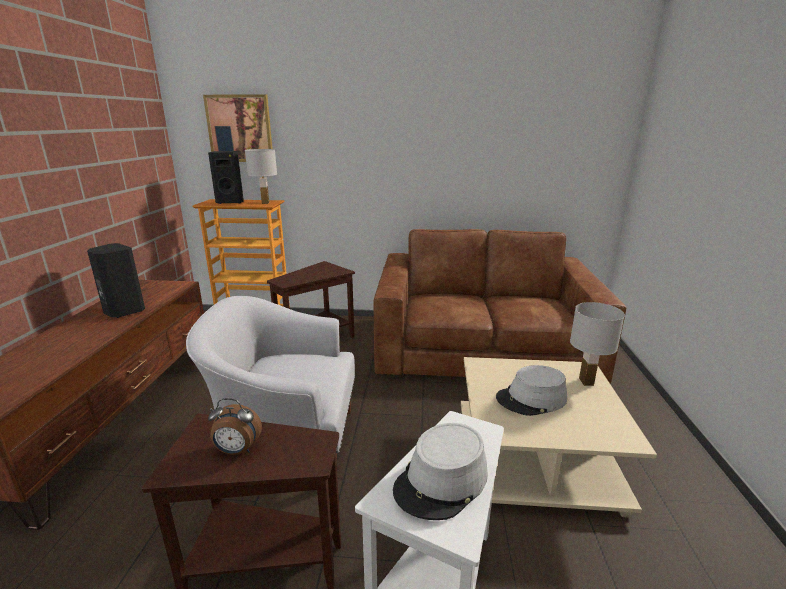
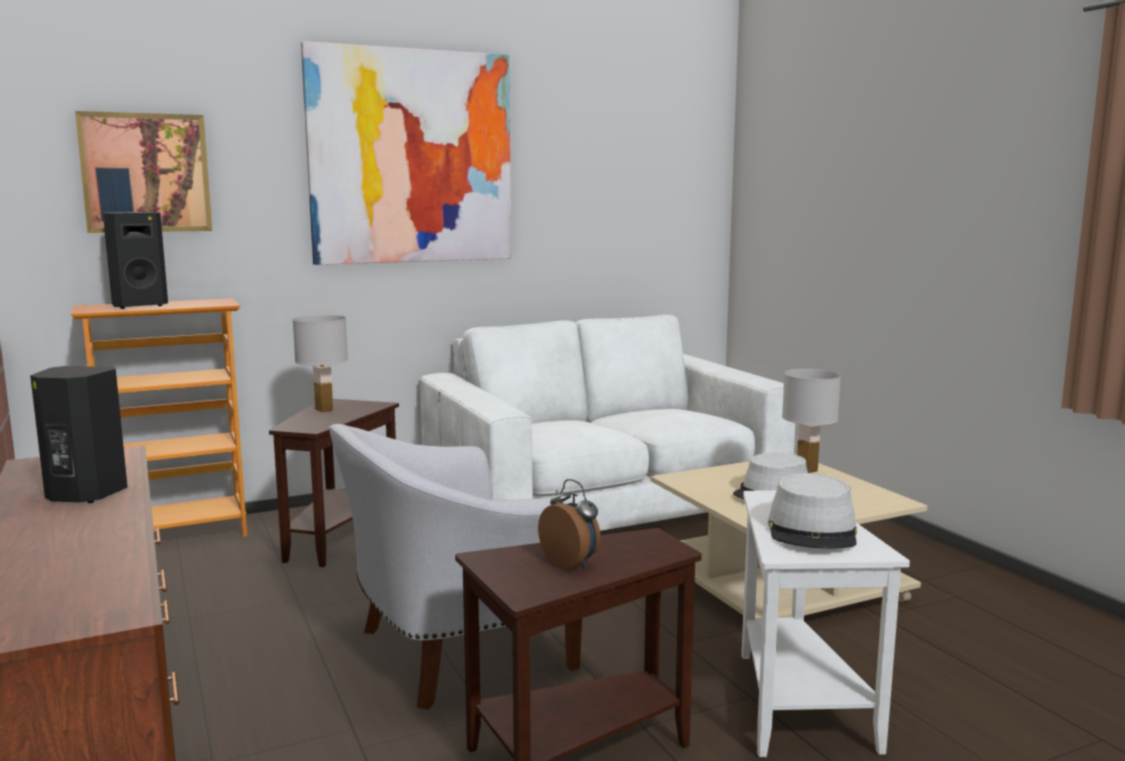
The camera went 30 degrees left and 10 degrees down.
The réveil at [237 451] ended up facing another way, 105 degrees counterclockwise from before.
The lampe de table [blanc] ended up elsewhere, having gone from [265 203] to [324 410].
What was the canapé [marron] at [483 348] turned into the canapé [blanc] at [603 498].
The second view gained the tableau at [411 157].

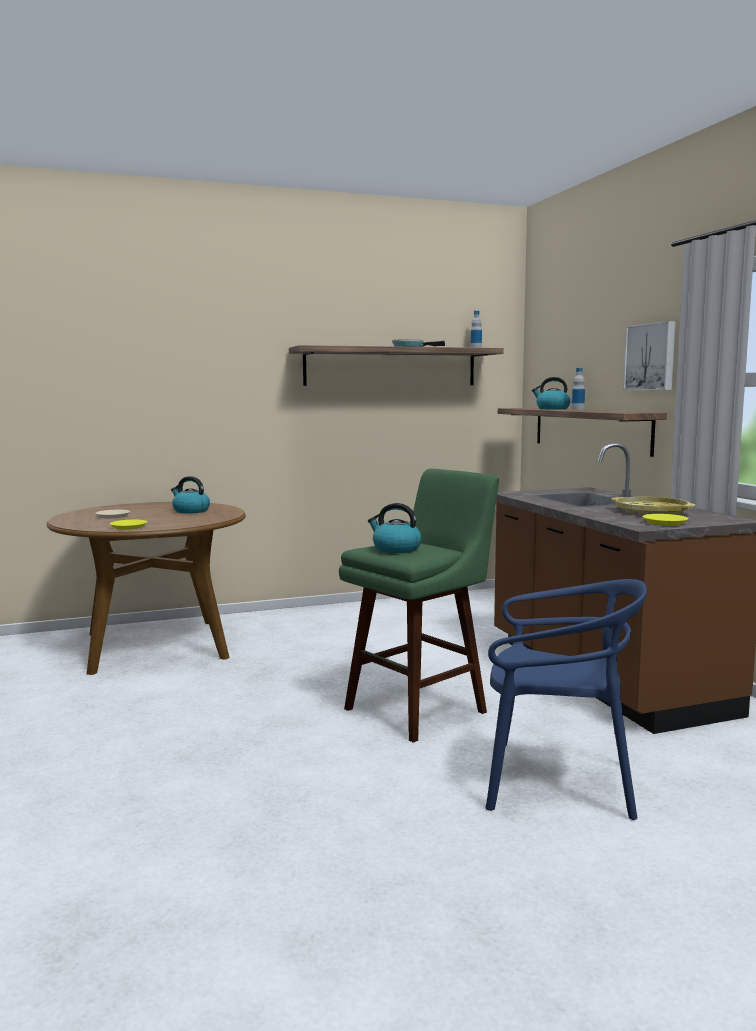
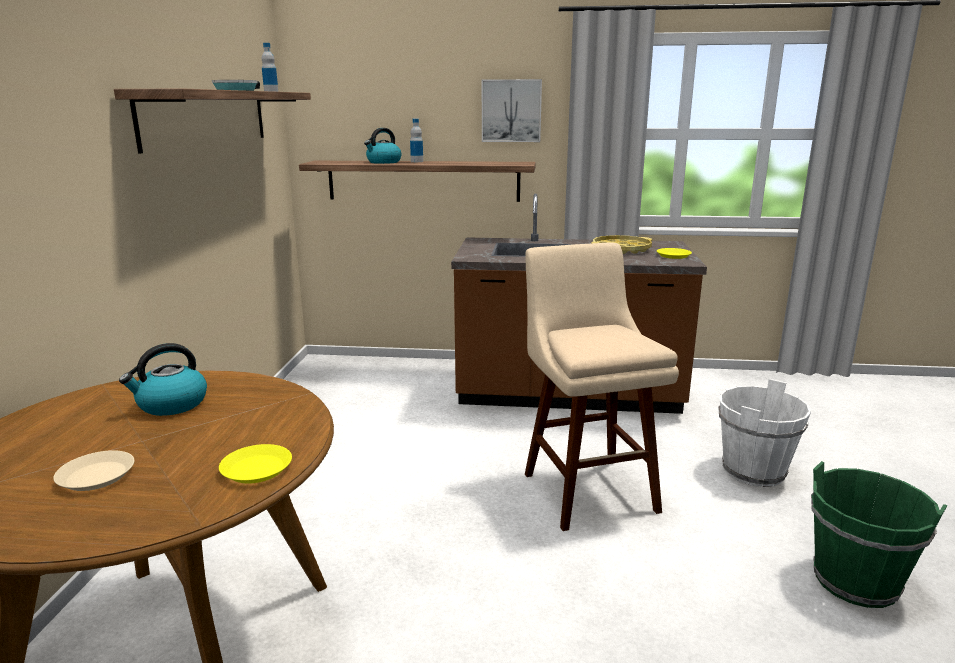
The camera went 65 degrees left and 10 degrees up.
What was the tabouret [vert] at [420 708] turned into the tabouret [beige] at [586 488].
The second view lost the bouilloire at [395 549].
Where the chaise [bleu] stood at [558 782], the seau [blanc] came to stand at [754 471].
The second view gained the seau [vert] at [855 582].

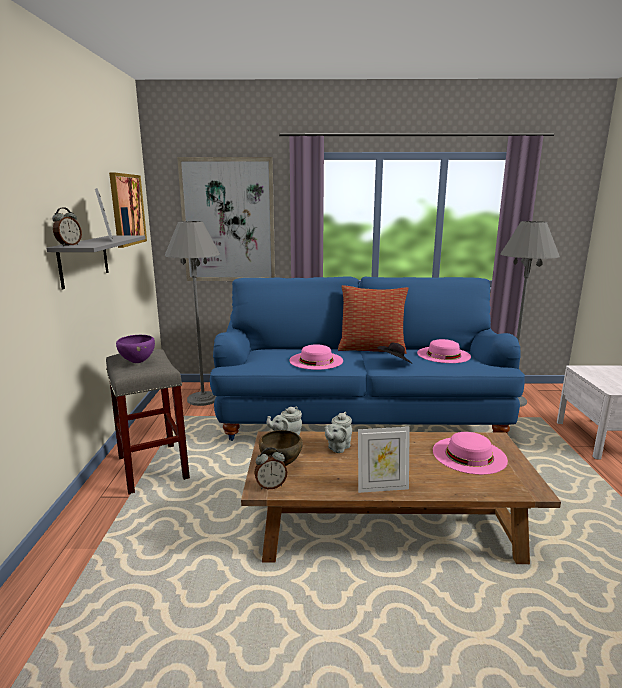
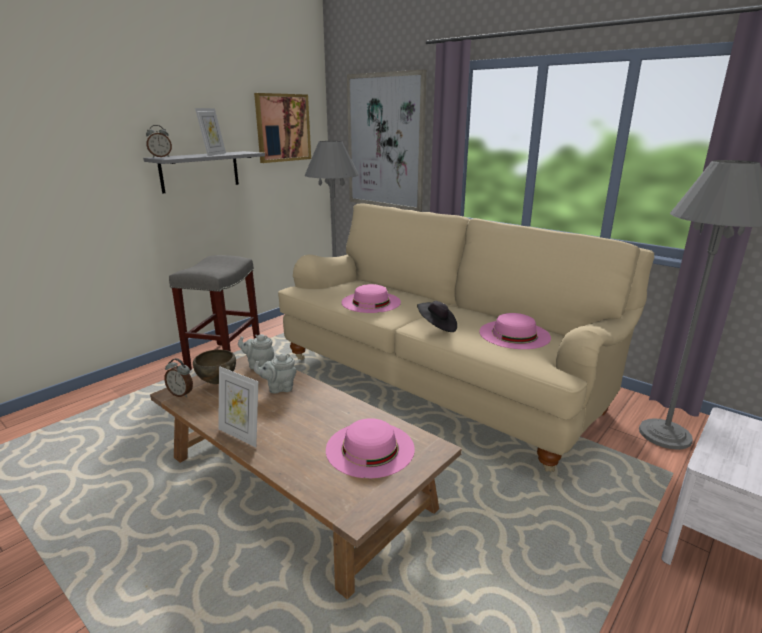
The camera went 40 degrees right and 5 degrees up.
The second view lost the bol [violet] at [138 362].
What was the canapé [bleu] at [359 416] turned into the canapé [beige] at [440 380].
The second view lost the coussin at [372 349].

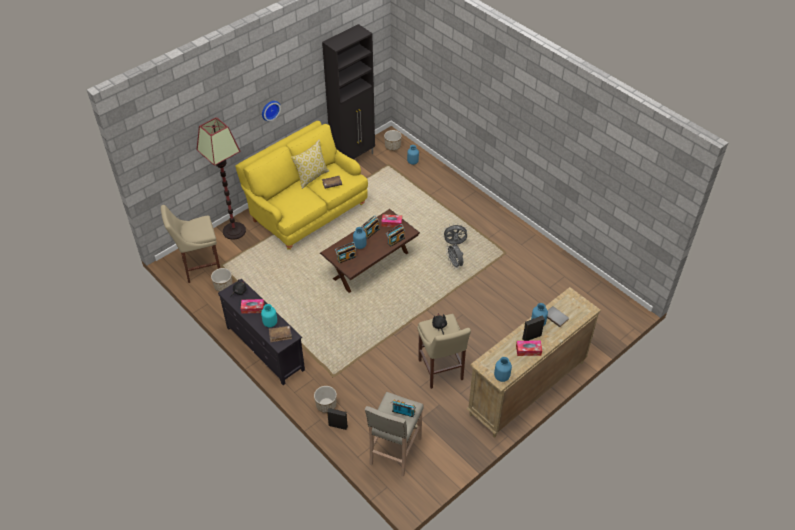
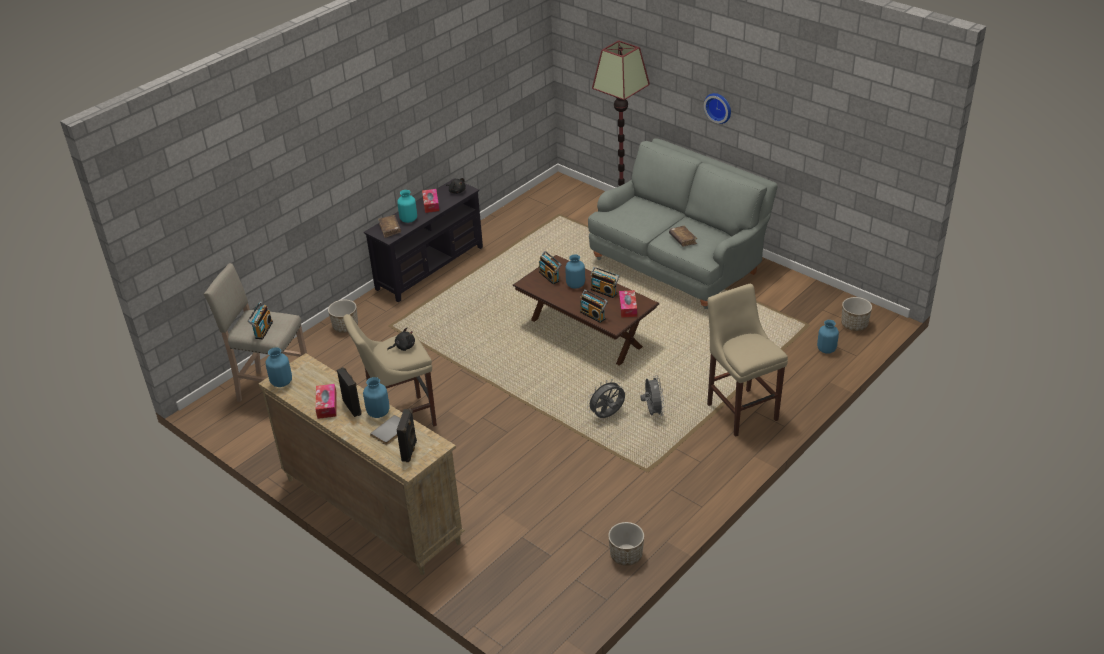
The camera went 85 degrees right and 10 degrees down.
The tabouret [beige] ended up elsewhere, having gone from [199 268] to [740 410].
The cache-pot ended up elsewhere, having gone from [223 286] to [626 555].
What was the canapé [jaune] at [306 210] turned into the canapé [gris] at [679 263].
The second view lost the coussin at [312 177].
The second view lost the meuble de rangement [noir] at [353 158].
The enceinte [noir] ended up elsewhere, having gone from [338 425] to [410 451].

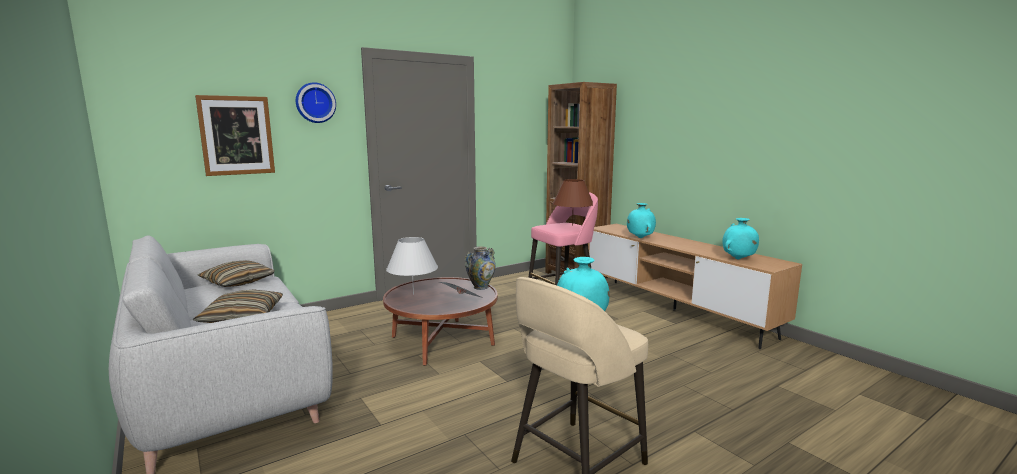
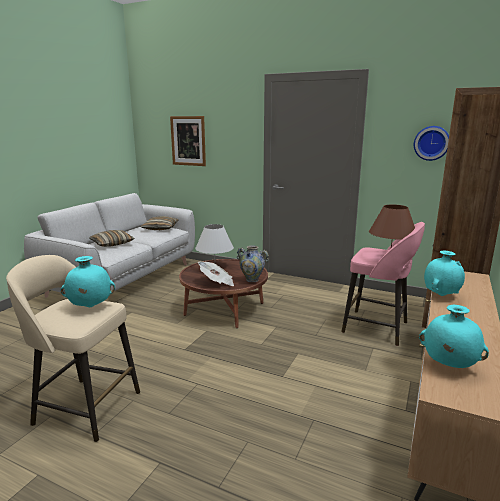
The camera went 60 degrees right and 5 degrees up.
The horloge murale ended up elsewhere, having gone from [315 103] to [431 143].

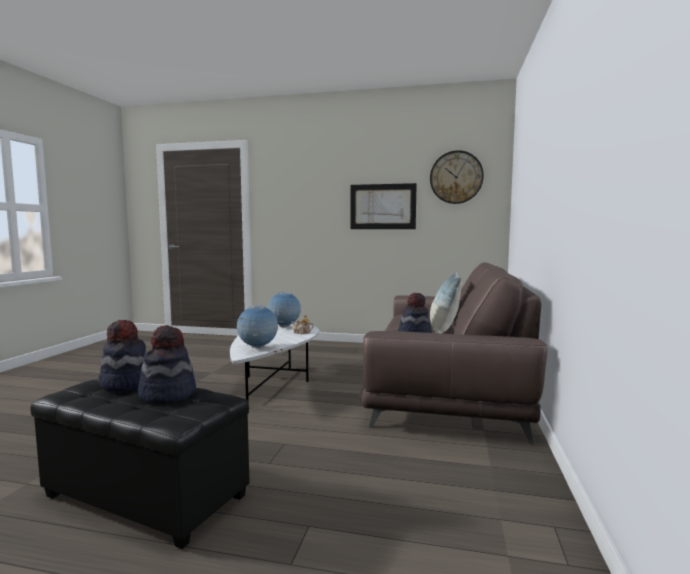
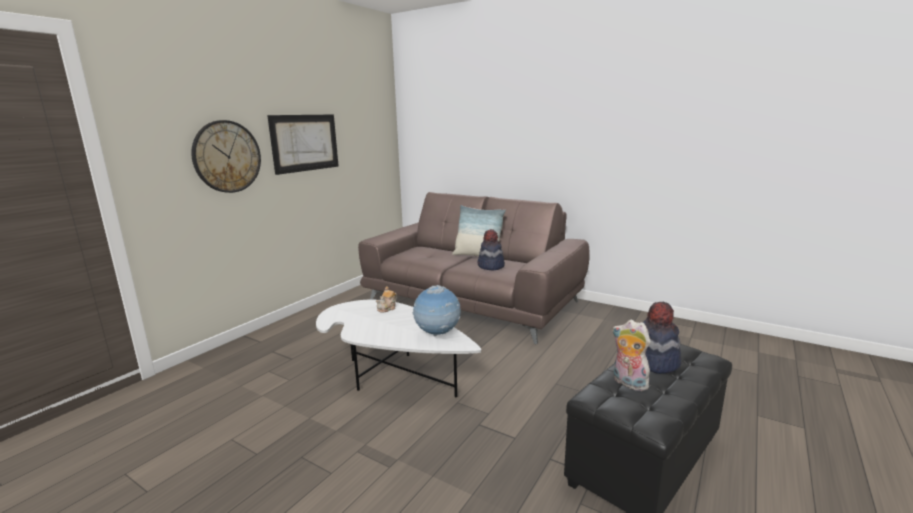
The camera went 70 degrees left and 10 degrees up.
Where the chapeau stood at [127 385], the peluche came to stand at [628 383].
The second view lost the globe at [284 327].
The horloge murale ended up elsewhere, having gone from [456 177] to [227 156].

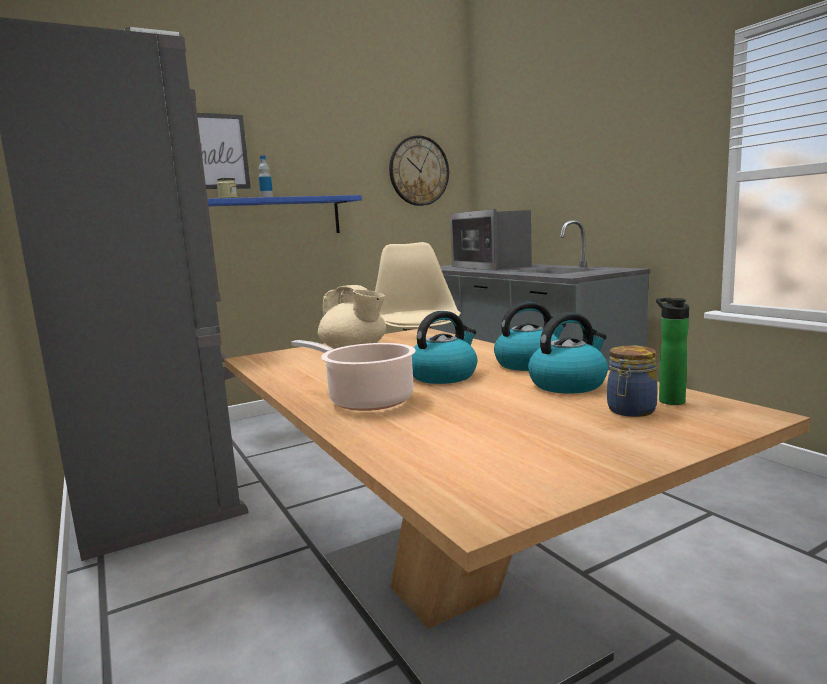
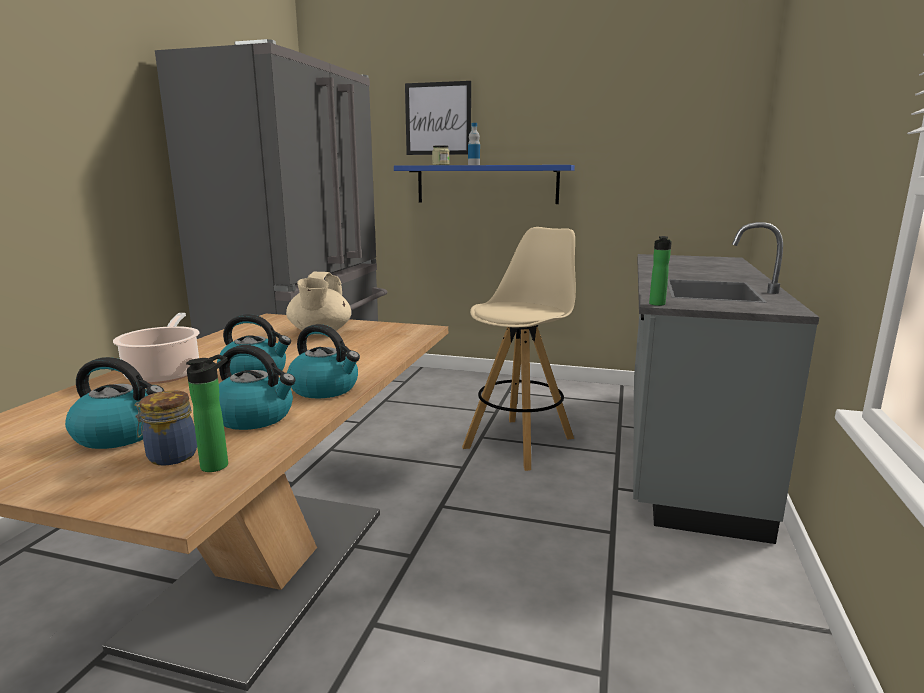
The camera went 45 degrees right and 5 degrees up.
The second view lost the horloge murale at [419 171].
The second view lost the micro-ondes at [492 266].
The second view gained the bouilloire at [121 434].
The second view gained the bouteille at [657 304].

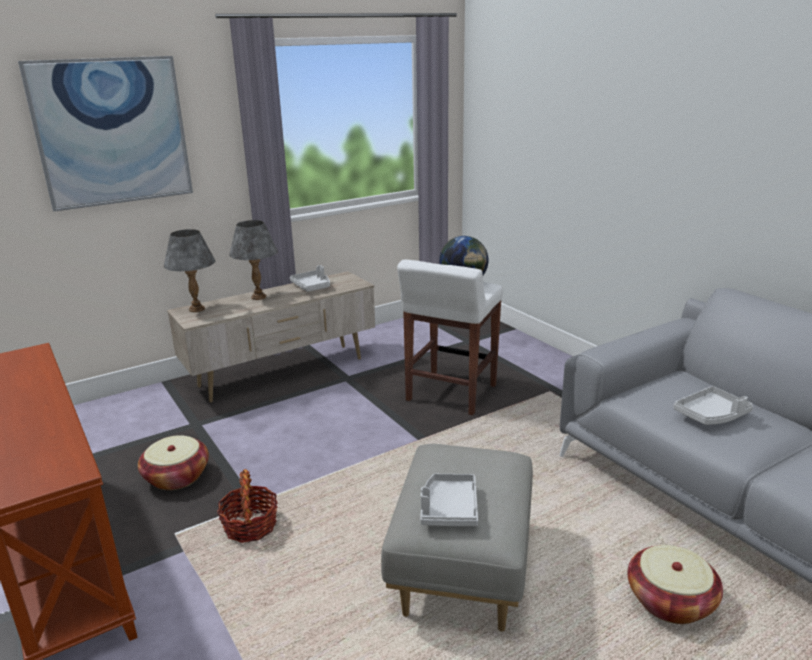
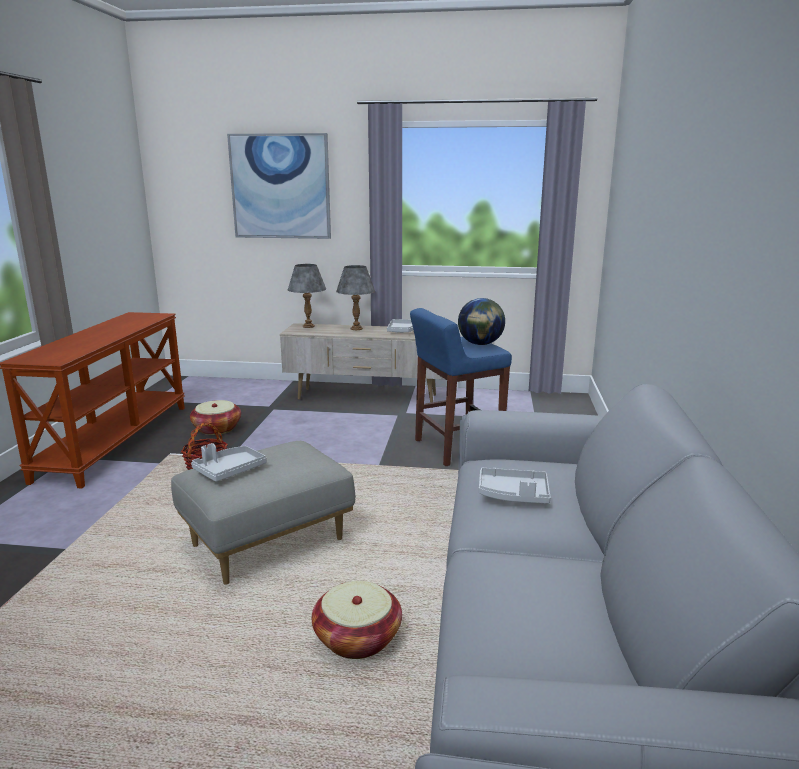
The camera went 40 degrees right and 5 degrees down.
What was the tabouret [blanc] at [450 393] turned into the tabouret [bleu] at [456 448].

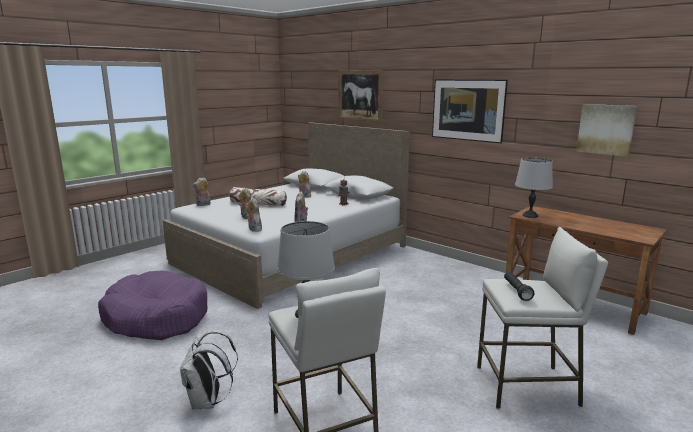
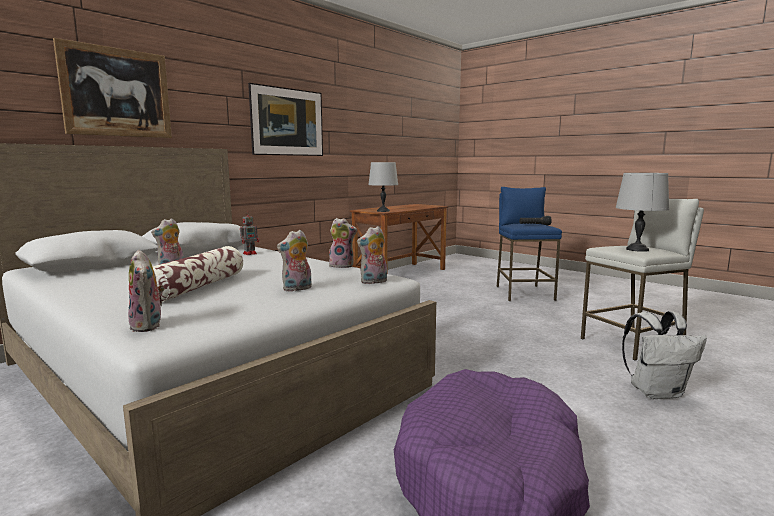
The camera went 90 degrees left and 5 degrees down.
What was the tabouret [blanc] at [527 386] turned into the tabouret [bleu] at [524 293].
The second view lost the tableau at [606 129].

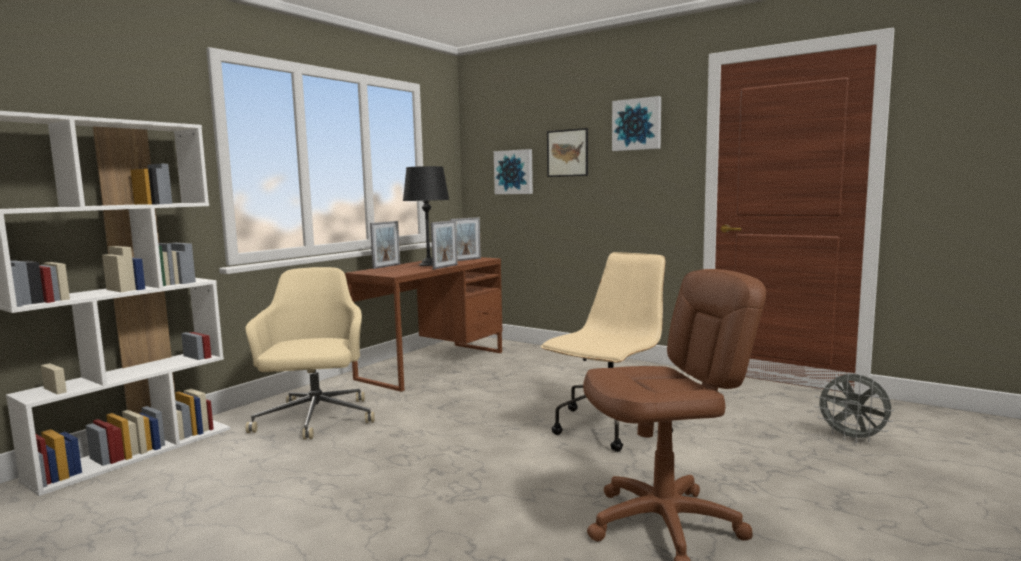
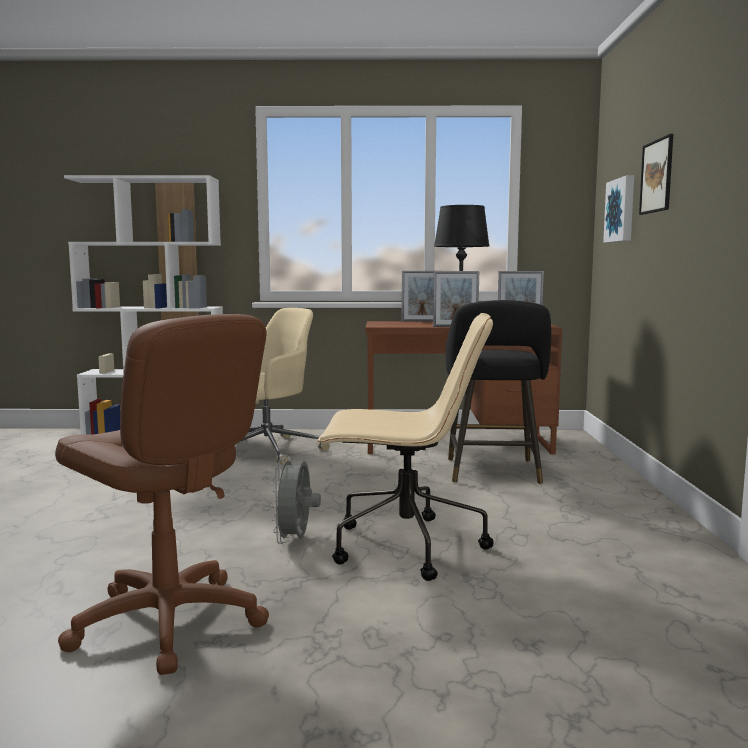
The camera went 55 degrees right and 0 degrees up.
The second view lost the tableau at [637 124].
The ventilateur [gris] ended up elsewhere, having gone from [852 438] to [295 541].
The second view gained the tabouret [noir] at [493 473].

